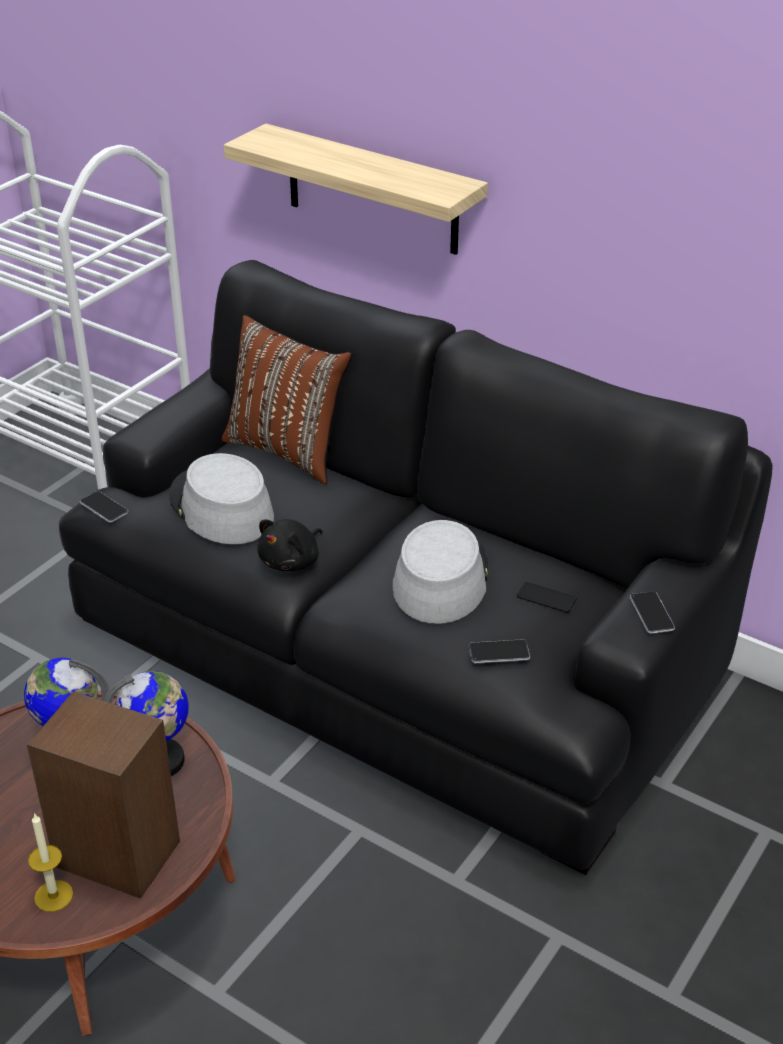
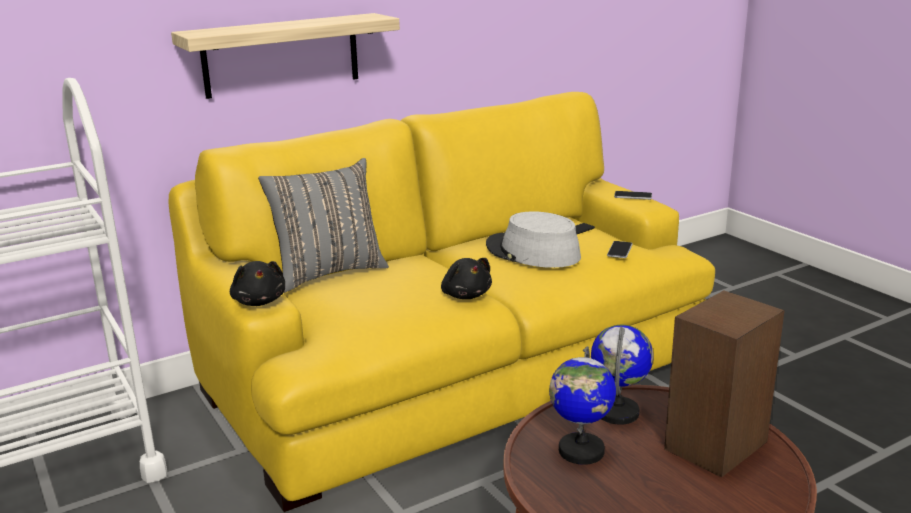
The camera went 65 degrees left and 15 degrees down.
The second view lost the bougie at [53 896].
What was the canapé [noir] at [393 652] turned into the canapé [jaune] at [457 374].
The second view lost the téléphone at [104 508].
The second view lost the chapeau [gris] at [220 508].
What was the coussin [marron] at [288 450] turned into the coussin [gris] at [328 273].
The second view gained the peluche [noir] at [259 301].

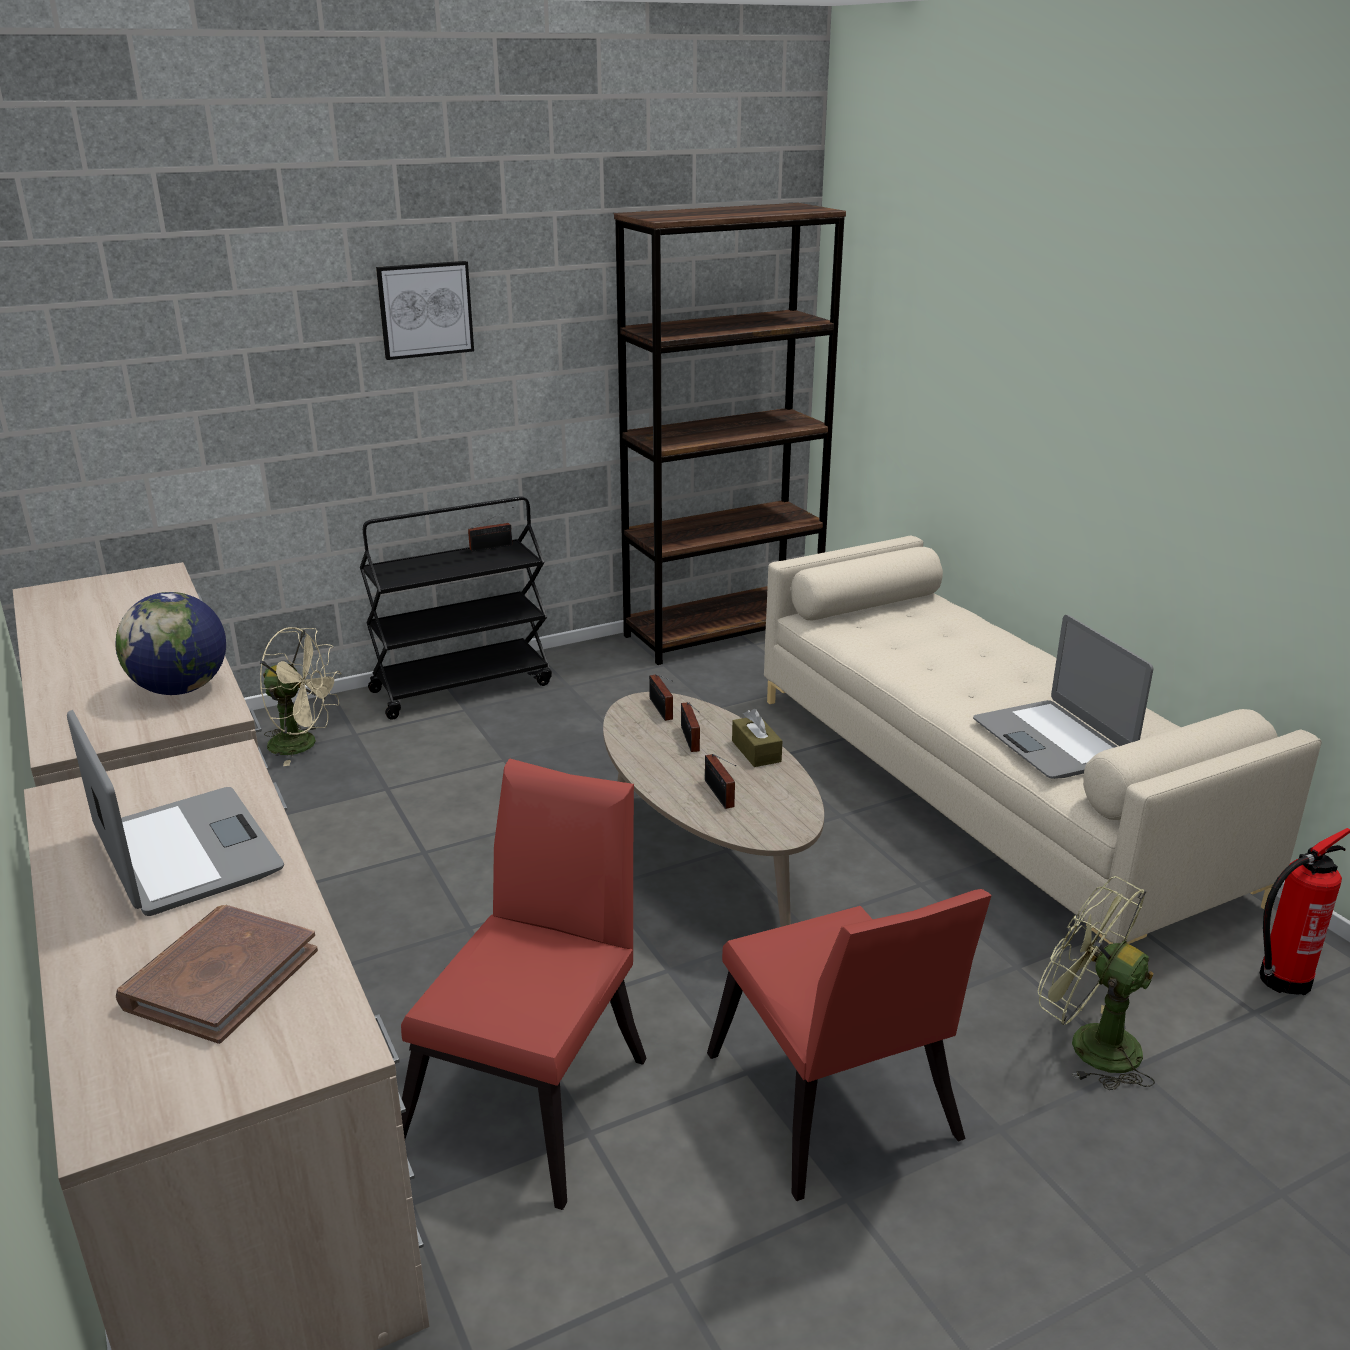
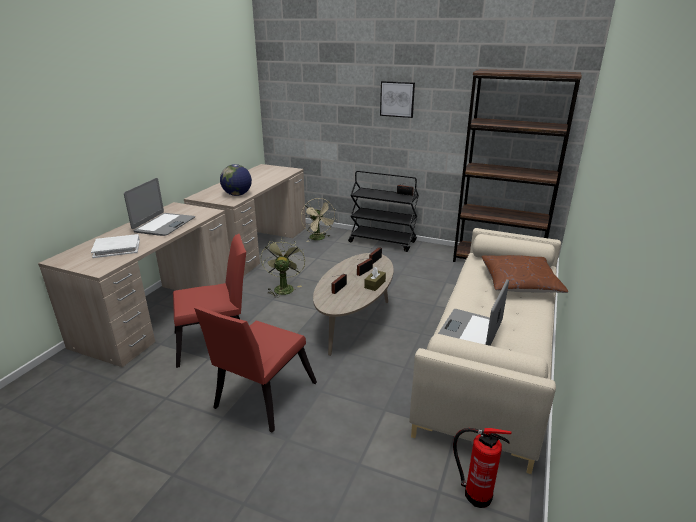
The camera went 50 degrees right and 0 degrees up.
What was the livre [marron] at [220 978] turned into the livre [blanc] at [117 248].
The ventilateur [vert] ended up elsewhere, having gone from [1089 1043] to [283 287].
The second view gained the coussin [marron] at [519 284].

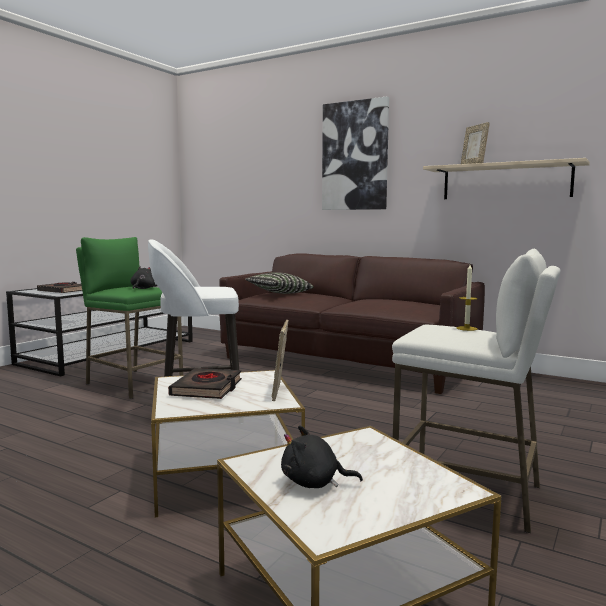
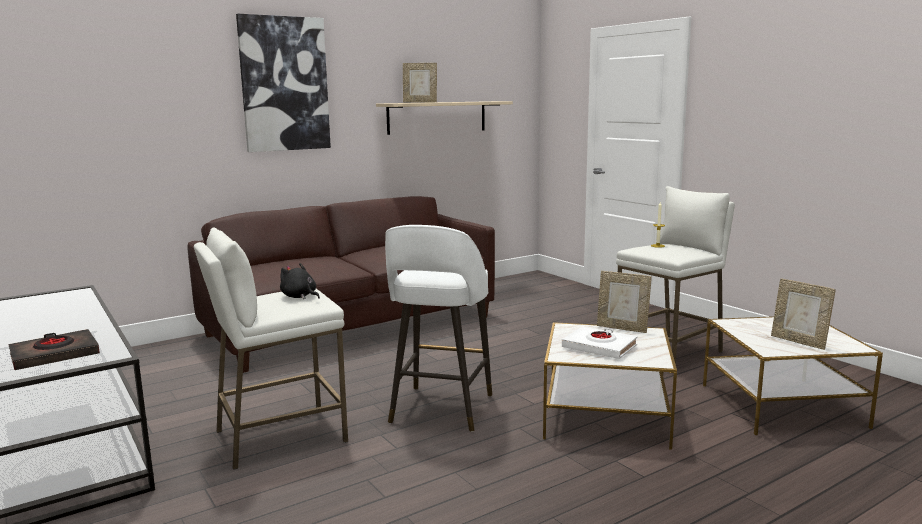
The camera went 65 degrees left and 5 degrees up.
What was the tabouret [vert] at [133 383] turned into the tabouret [blanc] at [280 436].
What was the livre [noir] at [207 388] turned into the livre [blanc] at [599 347].
The second view lost the coussin at [279 293].
Where the peluche [noir] stood at [314 483], the cadre photo came to stand at [799 342].

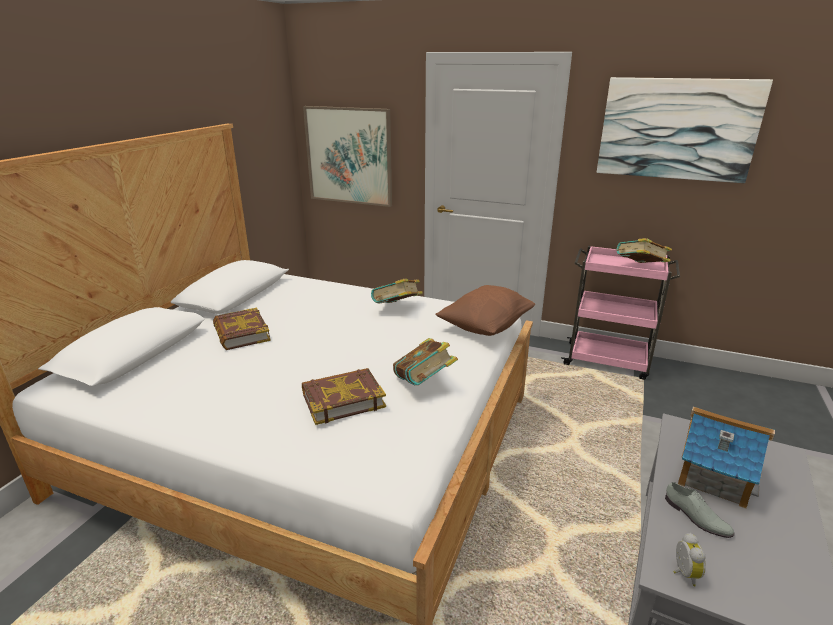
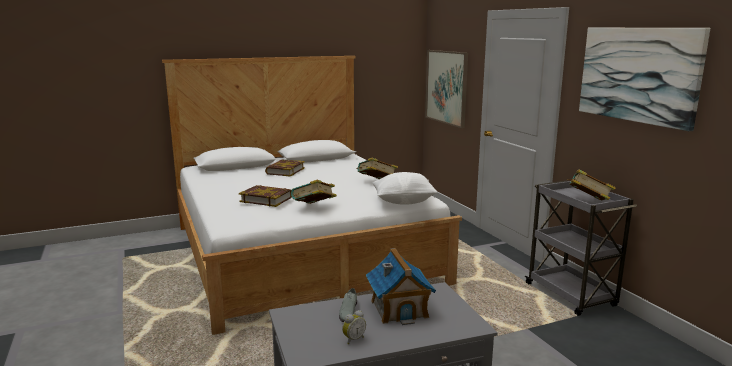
The camera went 45 degrees right and 10 degrees down.
What was the coussin [marron] at [485 327] turned into the coussin [blanc] at [404 202].
What was the chariot [rose] at [608 361] turned into the chariot [gris] at [571 296].
The réveil ended up elsewhere, having gone from [683 573] to [353 339].

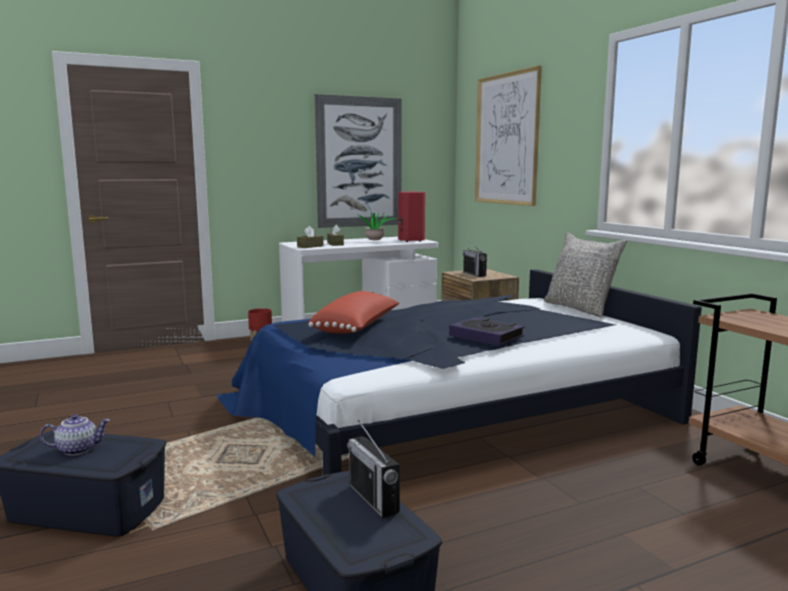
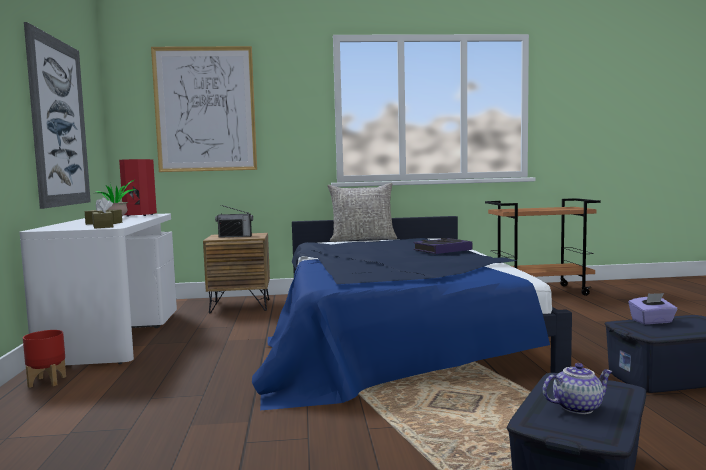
The camera went 70 degrees left and 5 degrees down.
The théière at [78 449] ended up facing another way, 75 degrees clockwise from before.
The second view lost the coussin [rouge] at [358 328].
Where the radio stood at [373 499], the boîte à mouchoirs [violet] came to stand at [652 321].

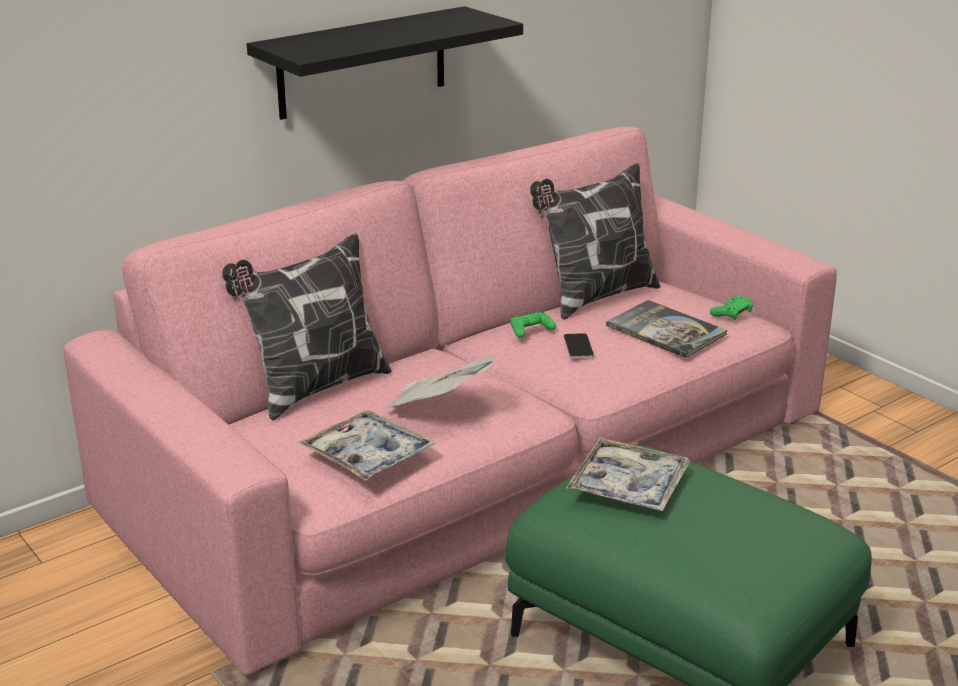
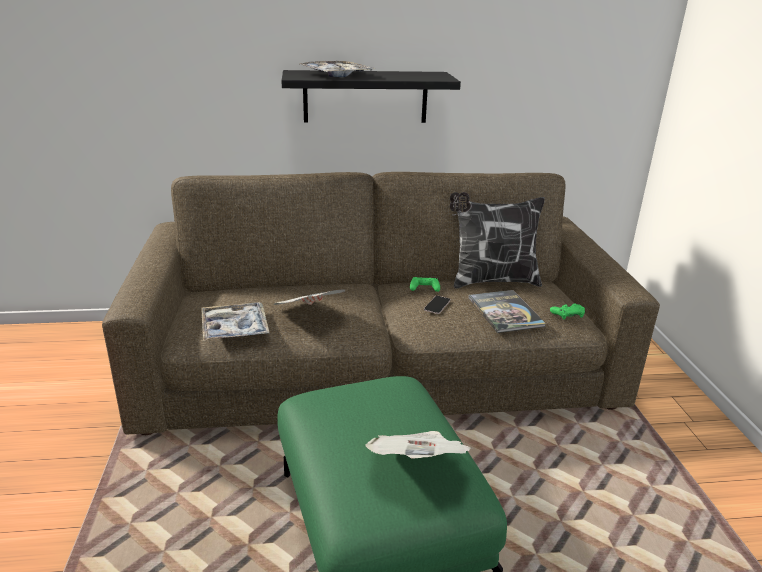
The camera went 30 degrees right and 0 degrees up.
What was the canapé [rose] at [478 466] turned into the canapé [marron] at [378 365].
The second view lost the coussin at [315 388].
The plateau ended up elsewhere, having gone from [628 486] to [336 75].
The second view gained the journal at [417 465].

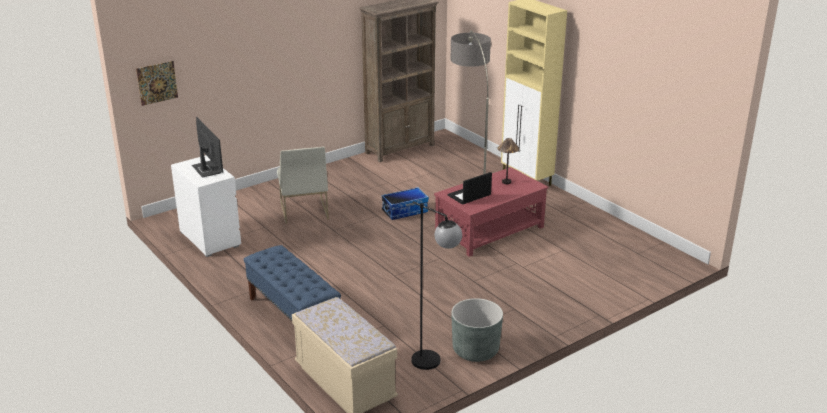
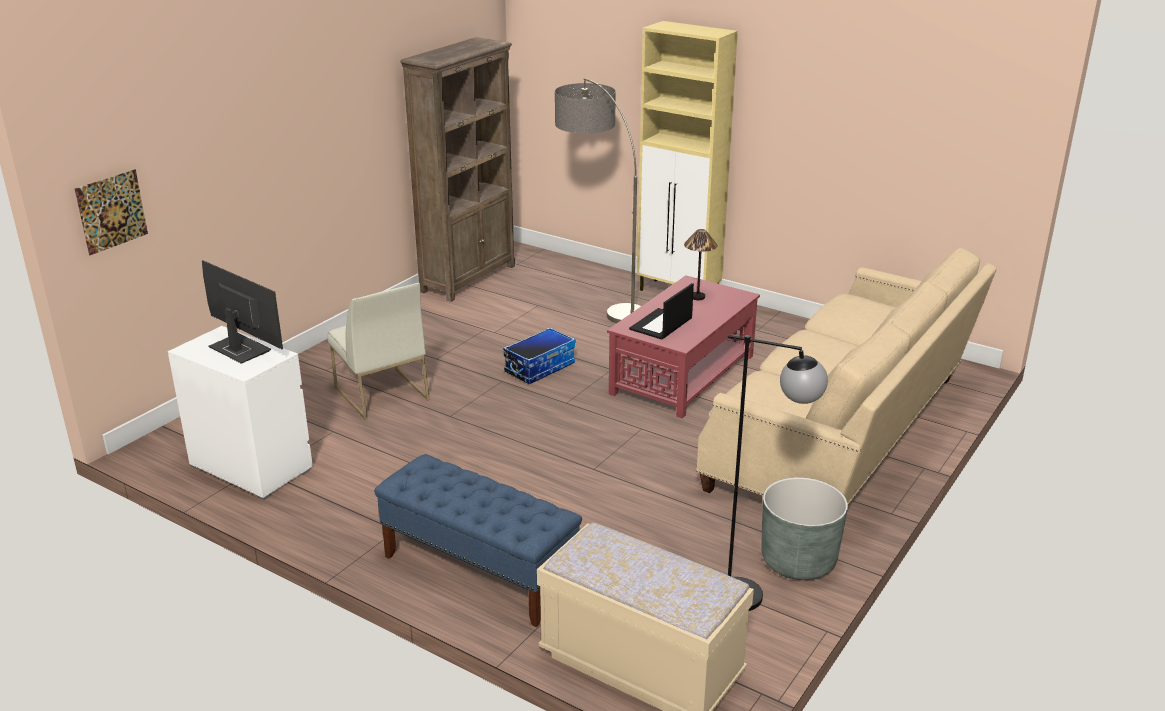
The camera went 20 degrees left and 0 degrees up.
The second view gained the canapé [beige] at [844 434].

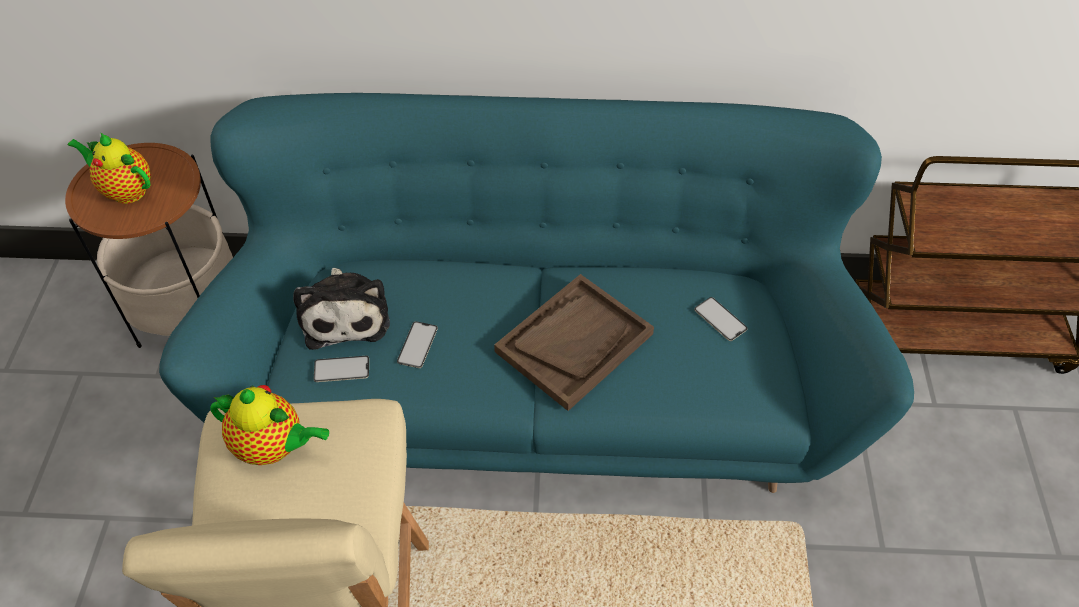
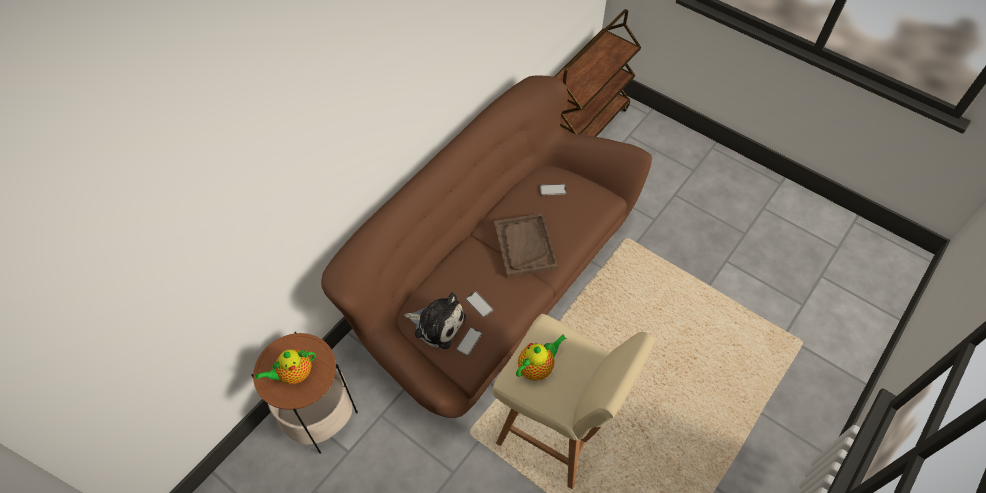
The camera went 55 degrees left and 5 degrees up.
What was the canapé [turquoise] at [539 388] turned into the canapé [marron] at [493 287].

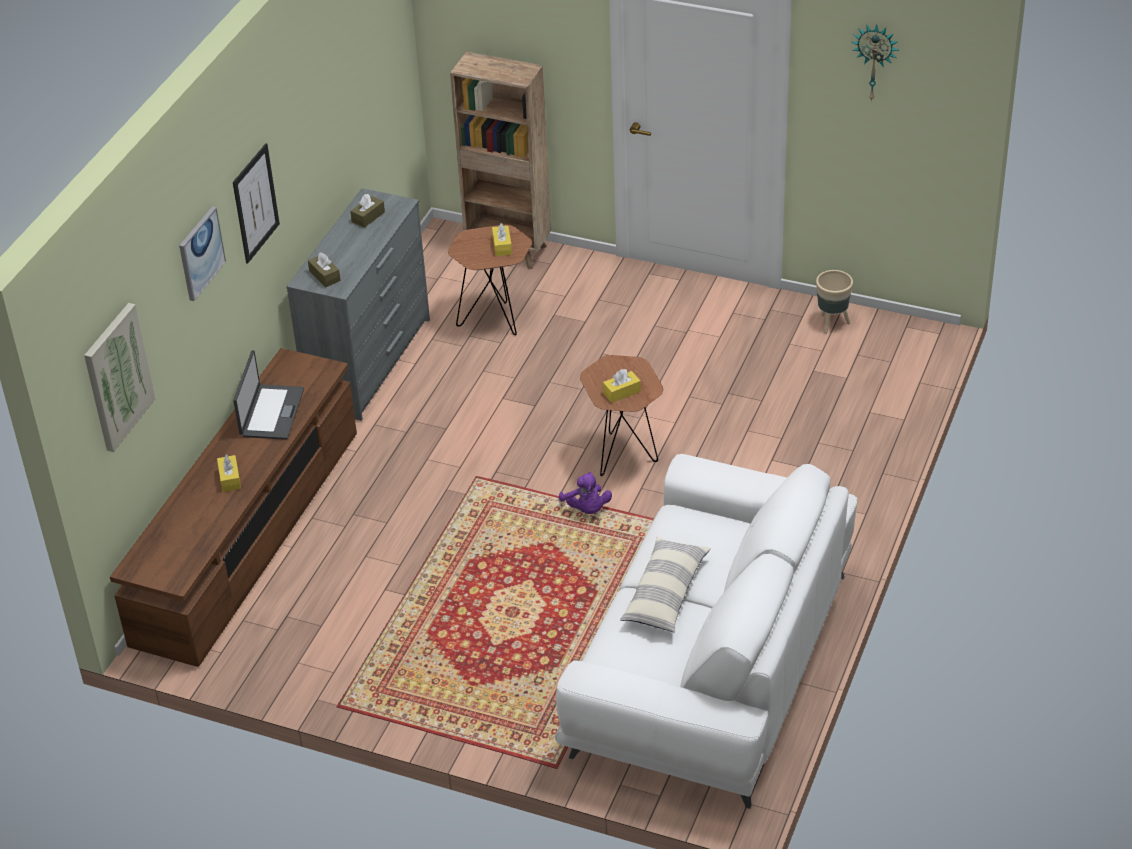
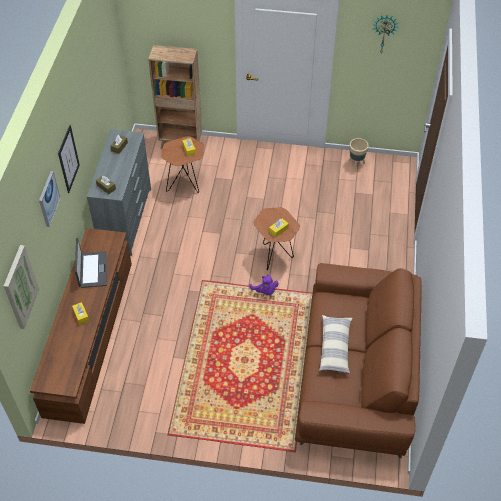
The camera went 15 degrees left and 10 degrees up.
What was the canapé [blanc] at [710 664] turned into the canapé [marron] at [355 374].

